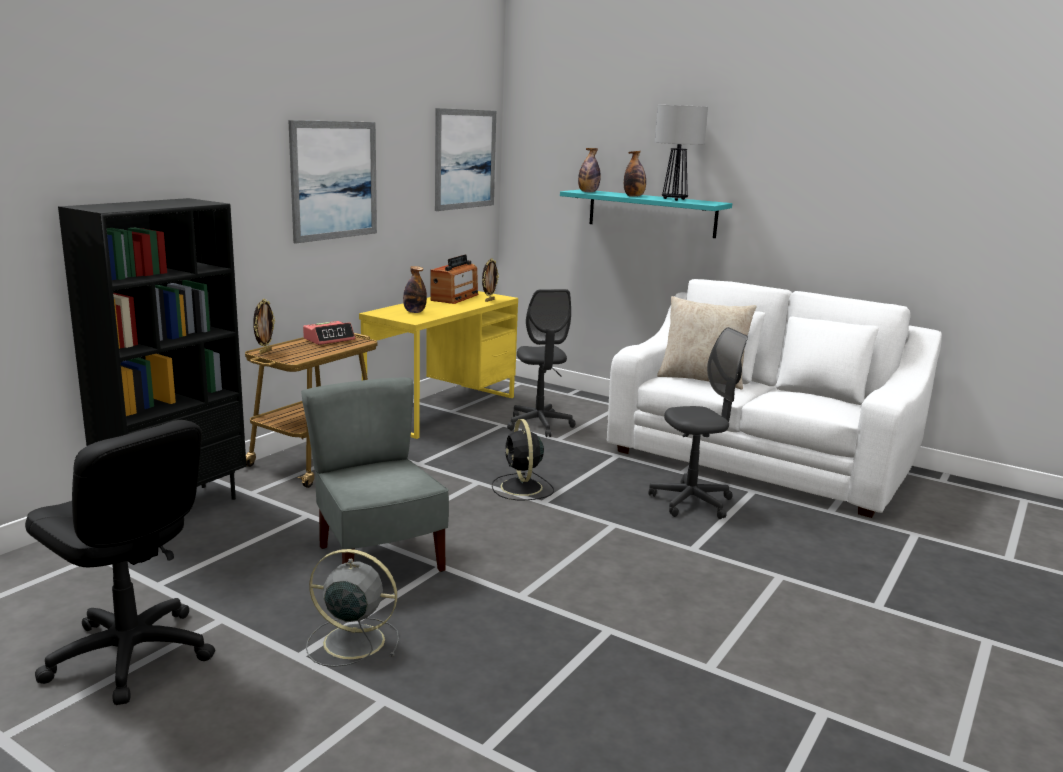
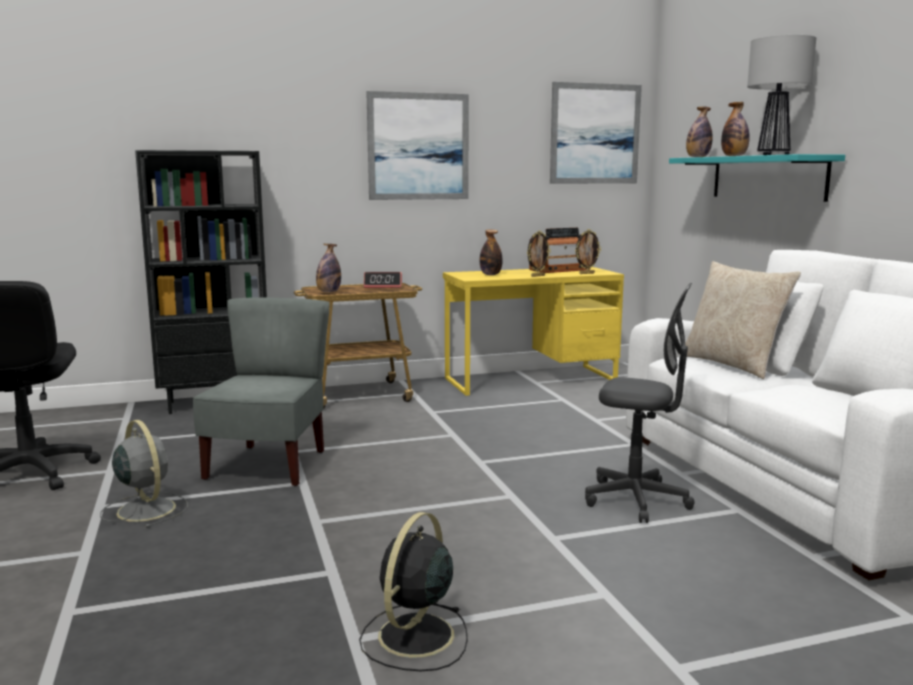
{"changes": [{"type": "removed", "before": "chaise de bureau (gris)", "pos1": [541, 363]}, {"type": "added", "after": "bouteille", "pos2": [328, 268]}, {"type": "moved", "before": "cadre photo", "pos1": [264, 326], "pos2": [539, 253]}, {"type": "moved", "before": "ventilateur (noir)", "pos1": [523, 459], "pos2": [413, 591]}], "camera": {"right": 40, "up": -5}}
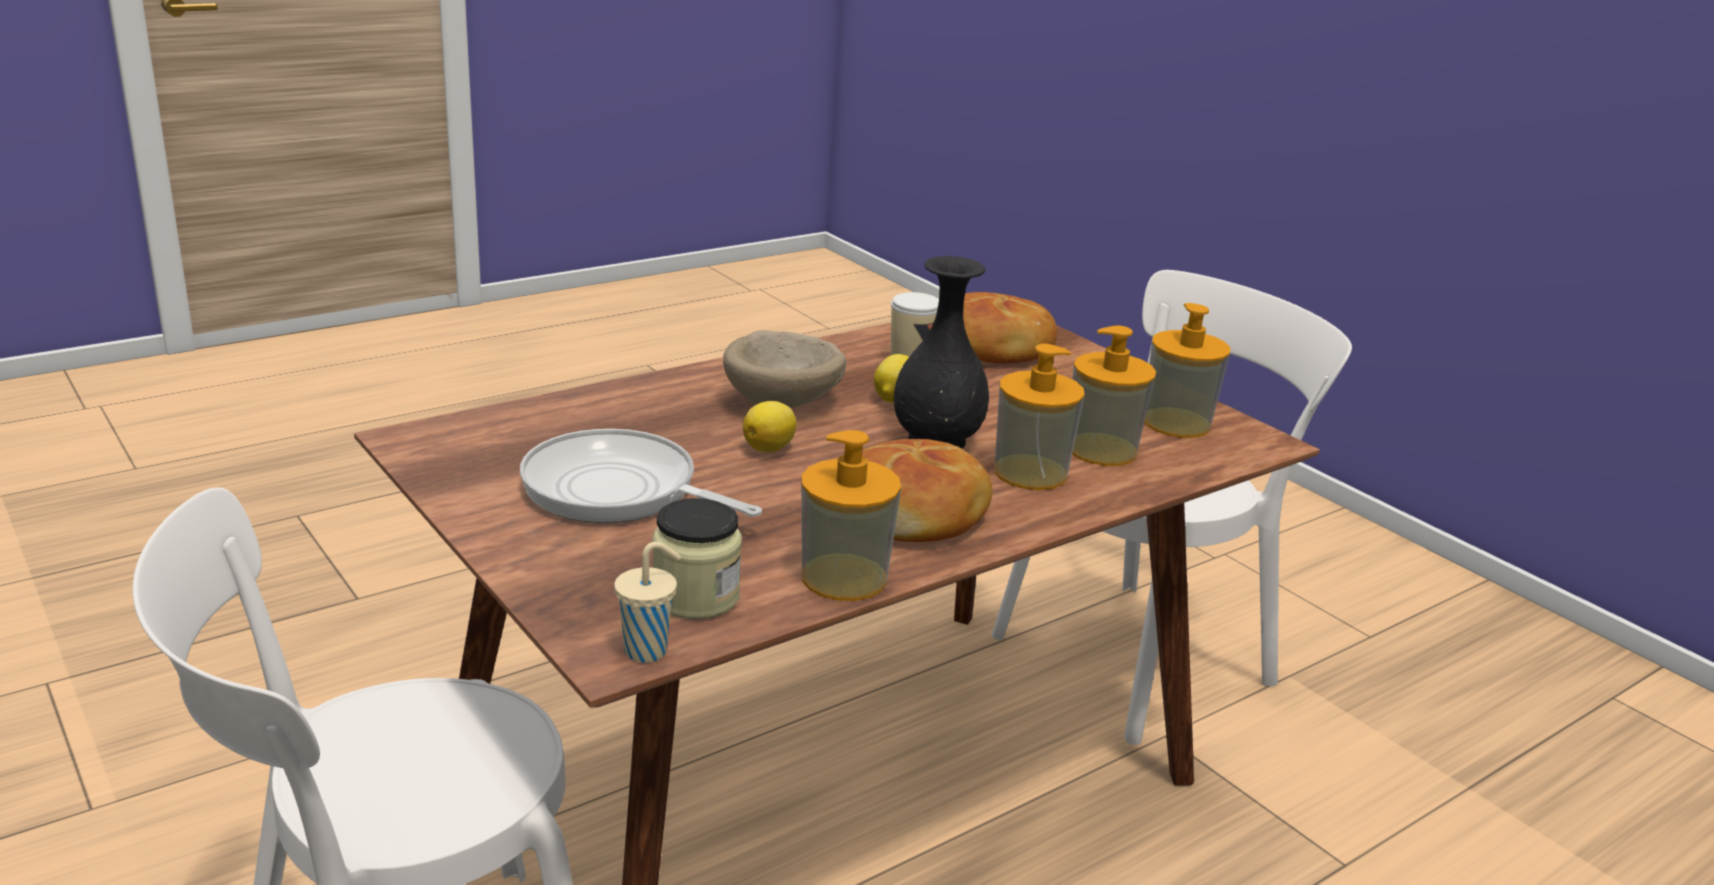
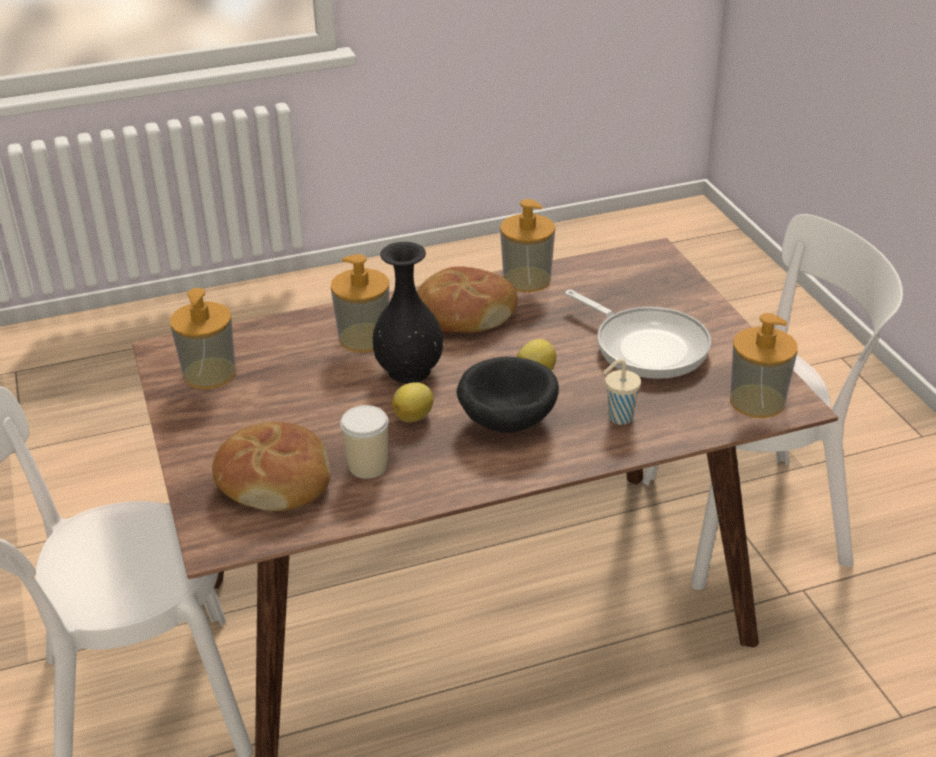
{"changes": [{"type": "removed", "before": "bocal", "pos1": [697, 558]}, {"type": "moved", "before": "tasse (beige)", "pos1": [647, 602], "pos2": [622, 392]}, {"type": "moved", "before": "distributeur de savon", "pos1": [1114, 396], "pos2": [764, 365]}, {"type": "recoloured", "before": "bol (beige)", "after": "bol (noir)", "pos1": [785, 369], "pos2": [507, 395]}], "camera": {"right": -160, "up": 10}}
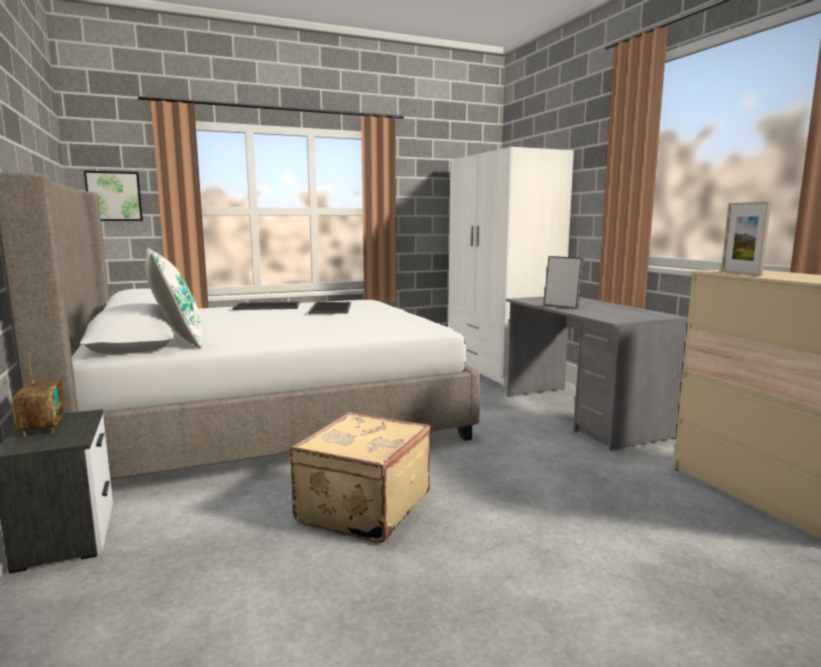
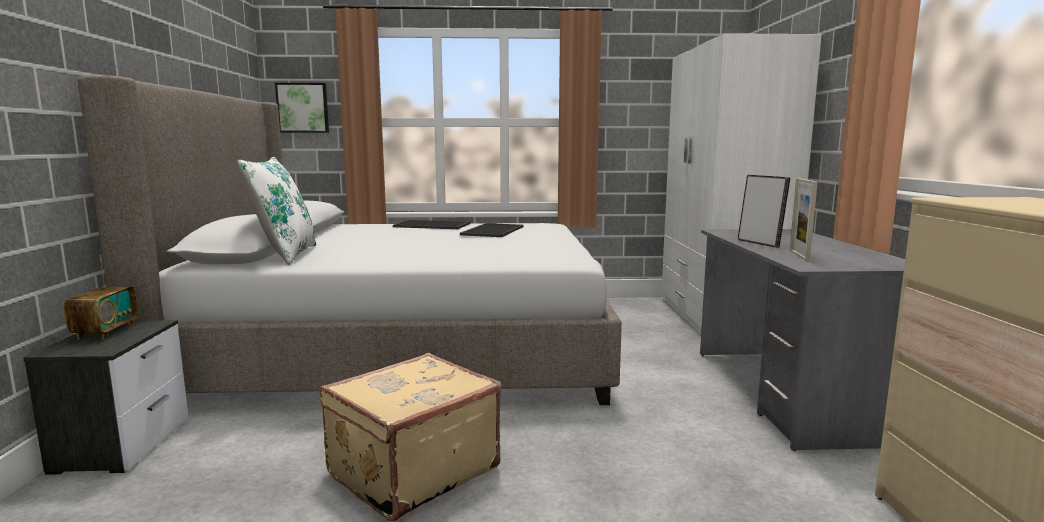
{"changes": [{"type": "moved", "before": "cadre photo", "pos1": [746, 239], "pos2": [804, 219]}], "camera": {"right": 20, "up": 0}}
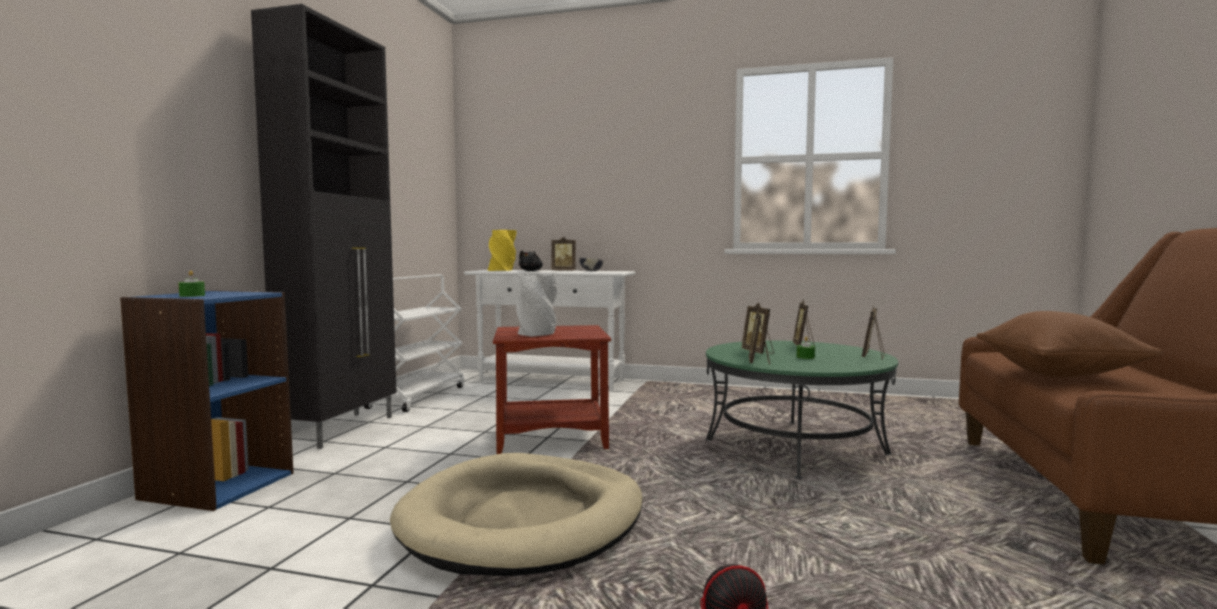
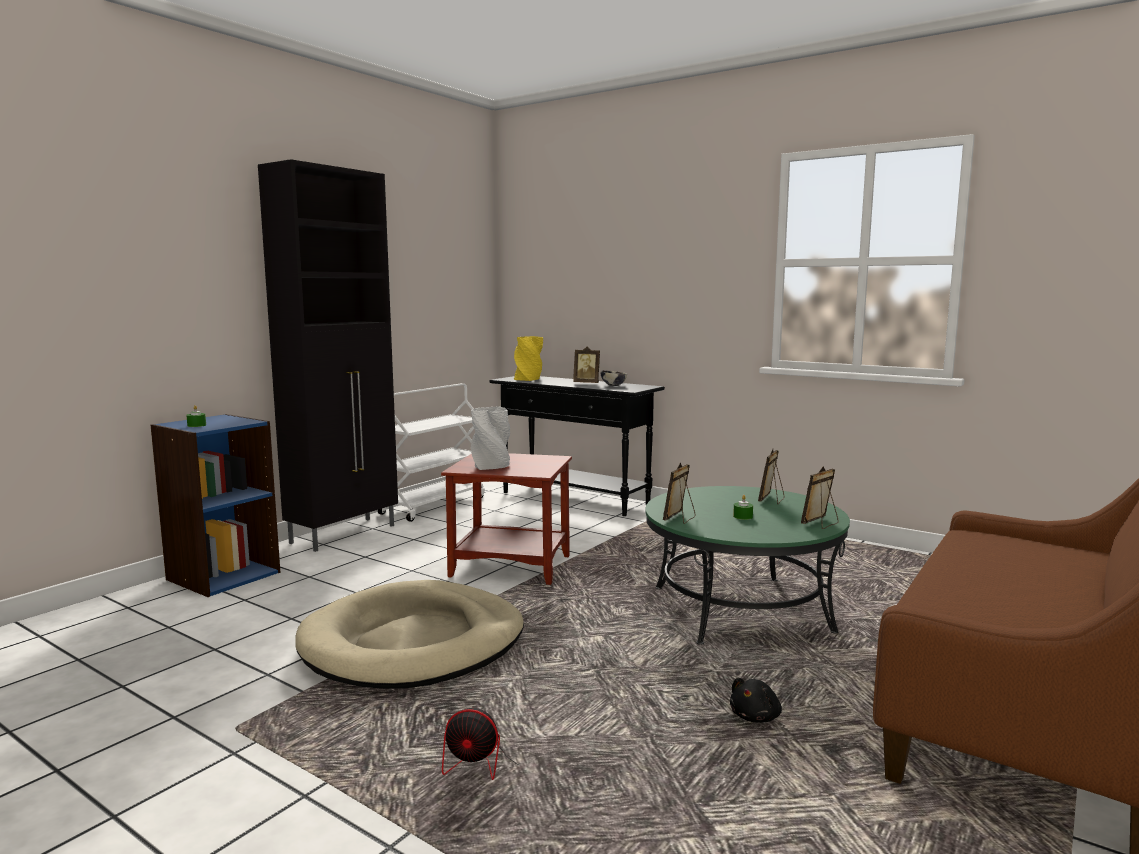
{"changes": [{"type": "removed", "before": "cadre photo", "pos1": [757, 328]}, {"type": "removed", "before": "coussin (marron)", "pos1": [1069, 344]}, {"type": "moved", "before": "peluche (noir)", "pos1": [531, 261], "pos2": [756, 700]}, {"type": "recoloured", "before": "table console (blanc)", "after": "table console (noir)", "pos1": [549, 330], "pos2": [577, 446]}], "camera": {"right": 20, "up": 5}}
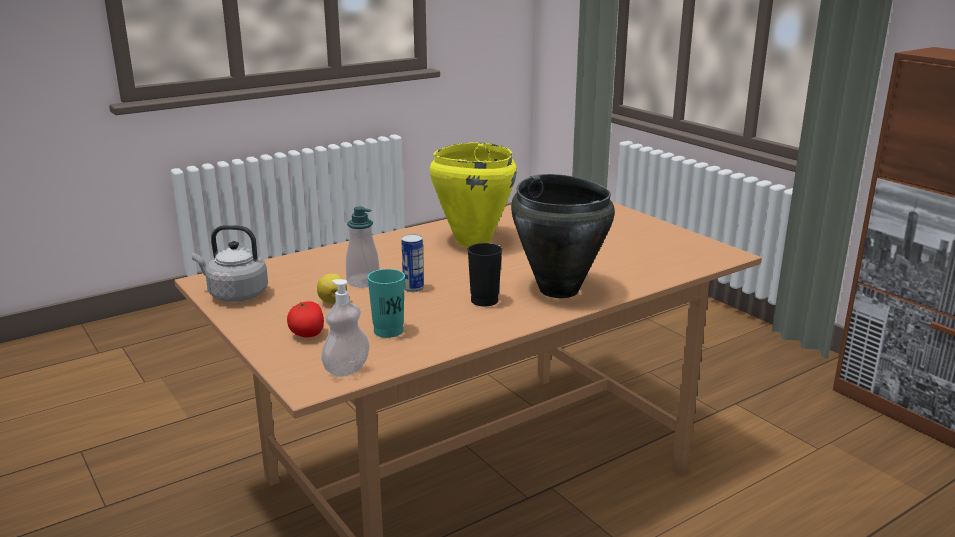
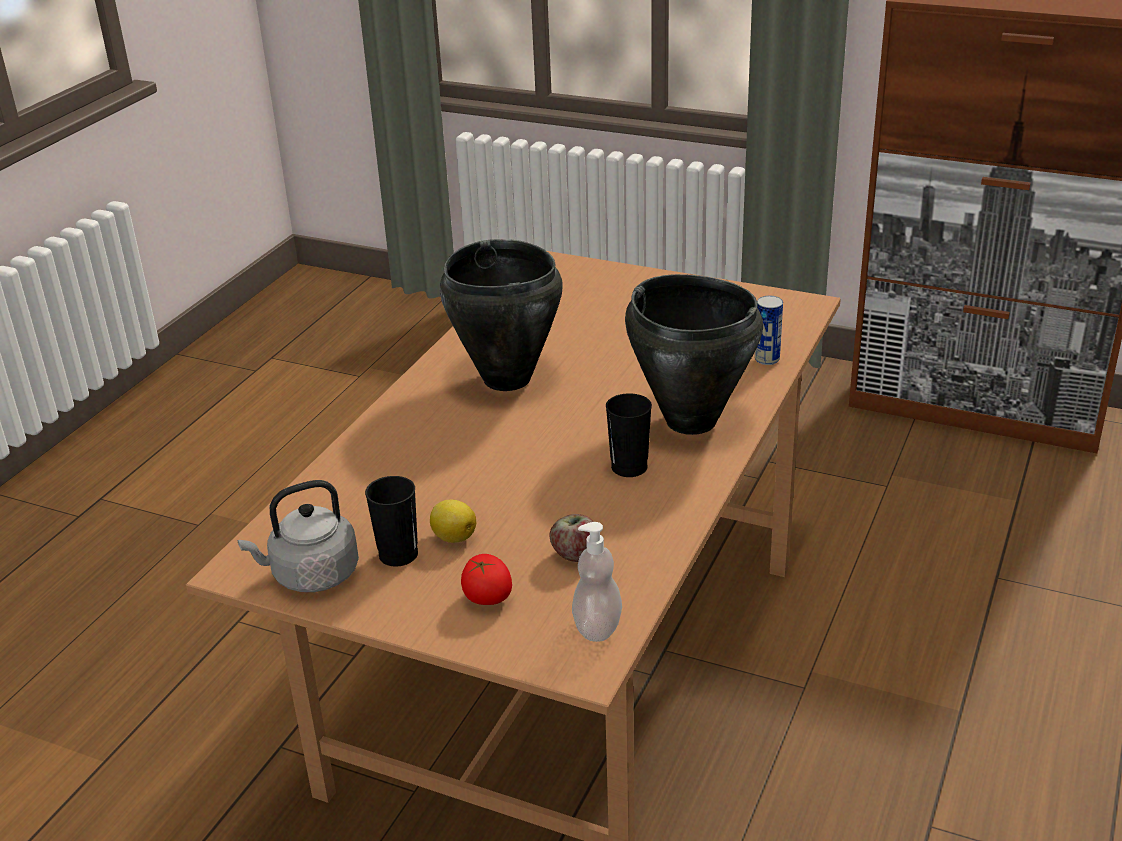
{"changes": [{"type": "removed", "before": "distributeur de savon", "pos1": [363, 247]}, {"type": "added", "after": "tasse (noir)", "pos2": [391, 521]}, {"type": "moved", "before": "boîte métallique", "pos1": [412, 263], "pos2": [769, 330]}, {"type": "replaced", "before": "tasse (turquoise)", "after": "pomme", "pos1": [386, 303], "pos2": [571, 538]}, {"type": "recoloured", "before": "marmite (jaune)", "after": "marmite (noir)", "pos1": [473, 194], "pos2": [501, 315]}], "camera": {"right": -30, "up": 10}}
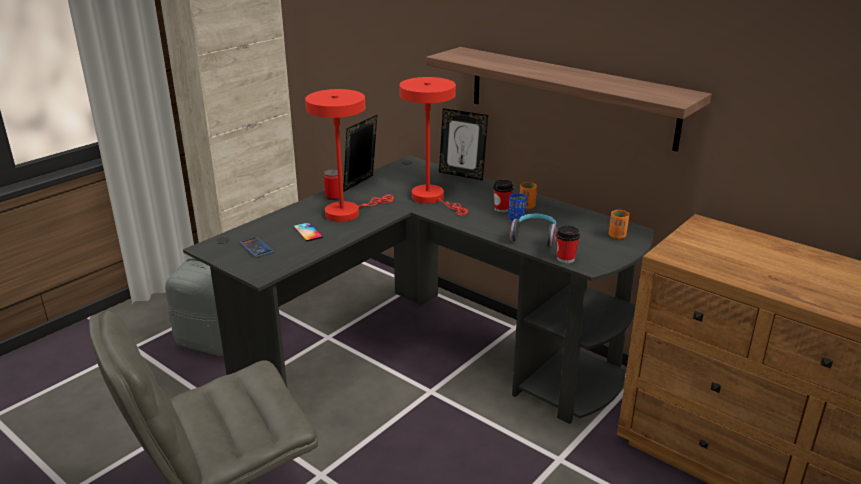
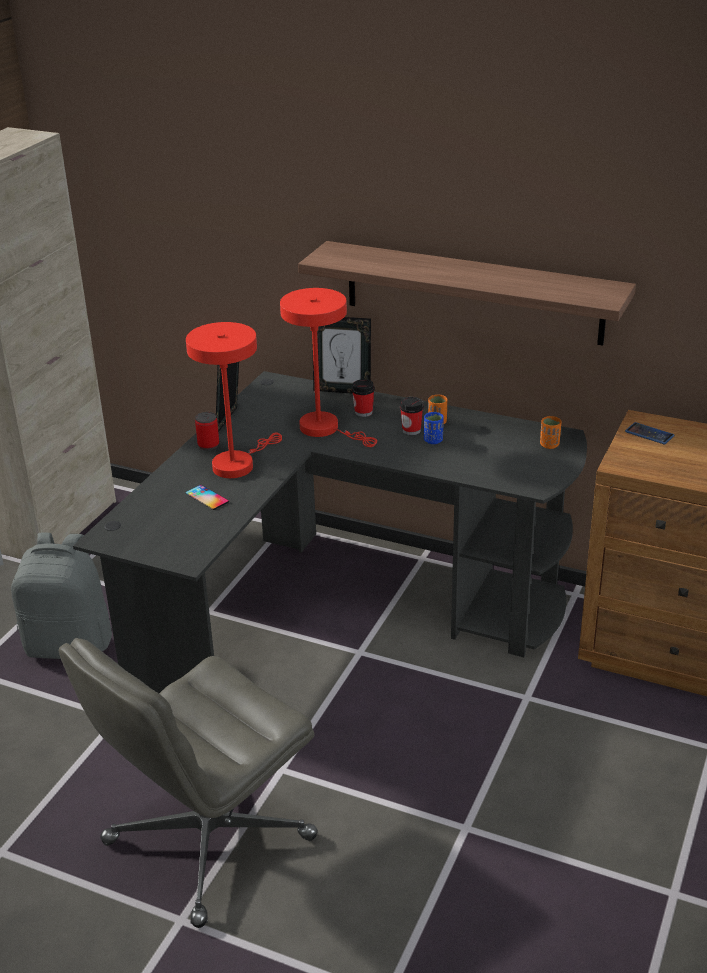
{"changes": [{"type": "removed", "before": "casque audio", "pos1": [533, 230]}, {"type": "moved", "before": "téléphone", "pos1": [257, 247], "pos2": [650, 433]}, {"type": "moved", "before": "tasse", "pos1": [568, 244], "pos2": [363, 398]}], "camera": {"right": -15, "up": 5}}
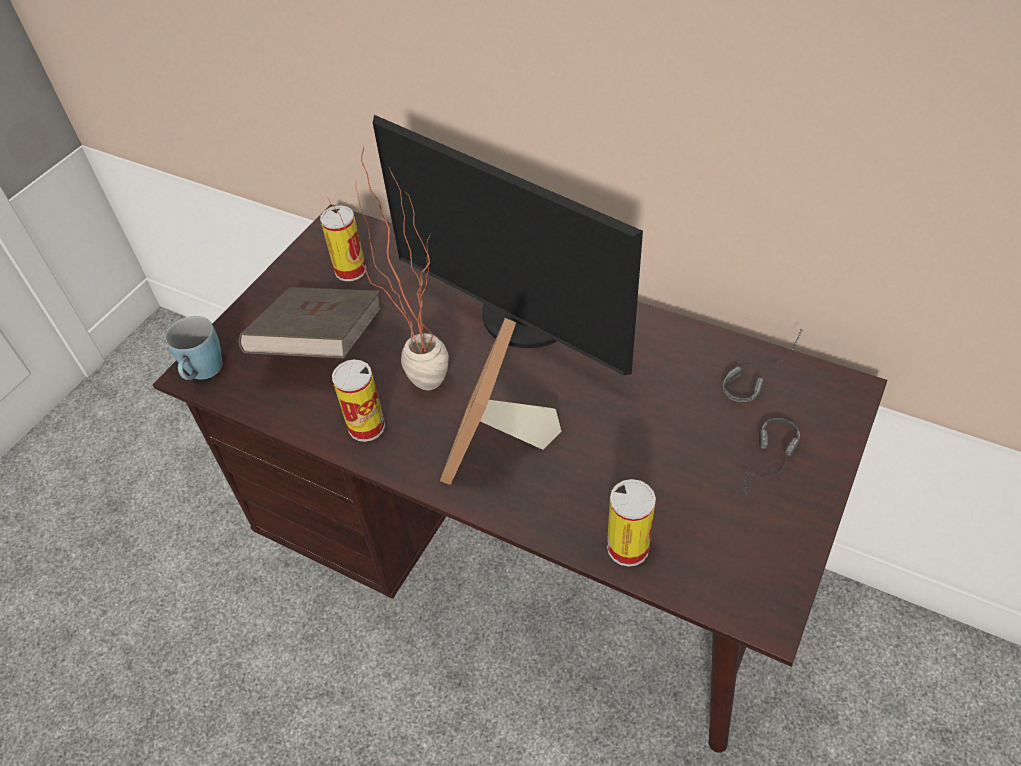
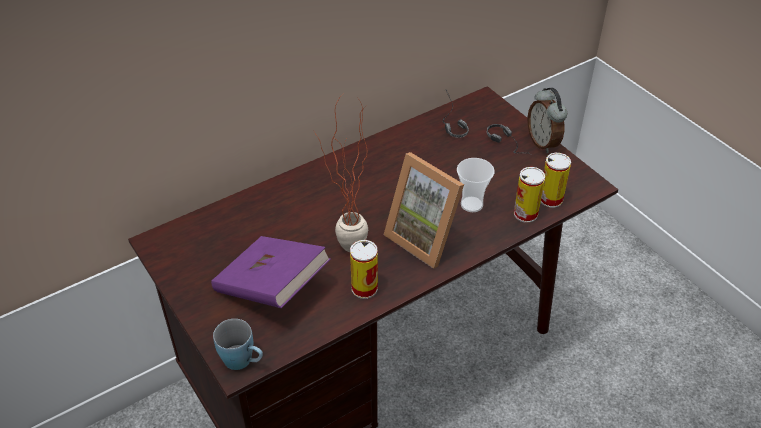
{"changes": [{"type": "removed", "before": "écran d'ordinateur", "pos1": [508, 245]}, {"type": "added", "after": "tasse", "pos2": [475, 185]}, {"type": "added", "after": "réveil", "pos2": [547, 120]}, {"type": "moved", "before": "boîte métallique", "pos1": [343, 243], "pos2": [556, 180]}, {"type": "recoloured", "before": "livre (marron)", "after": "livre (violet)", "pos1": [309, 323], "pos2": [271, 272]}], "camera": {"right": -65, "up": -5}}
